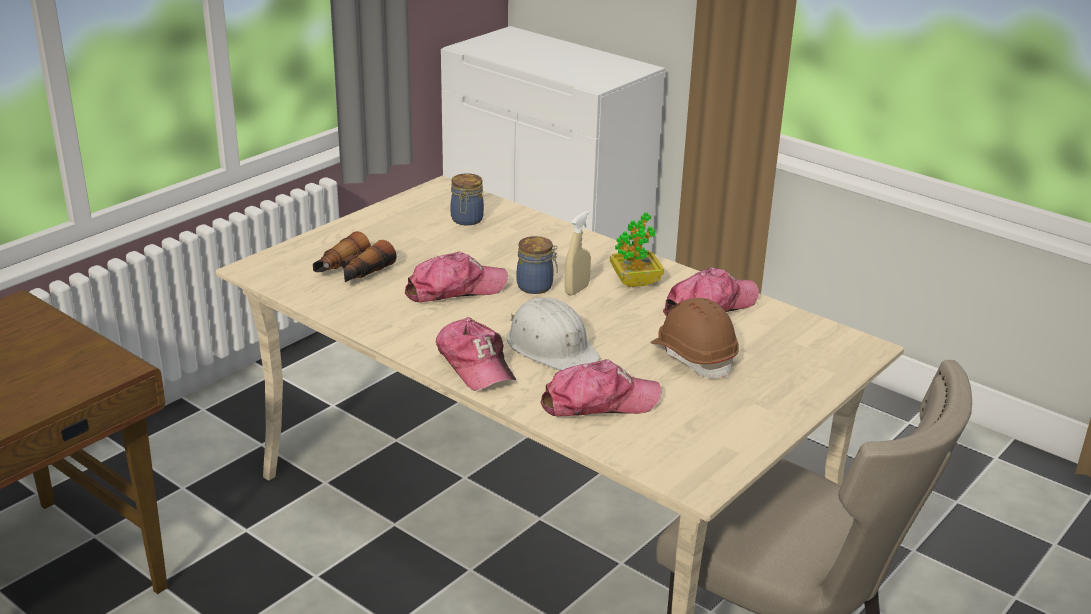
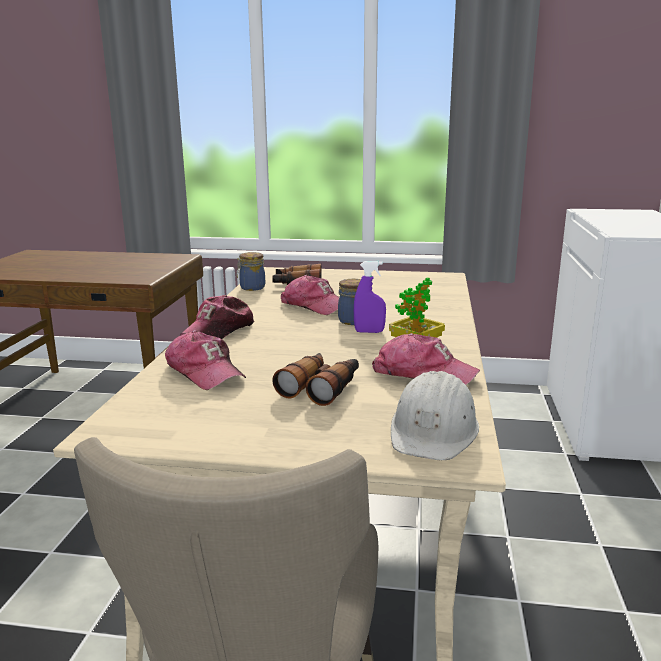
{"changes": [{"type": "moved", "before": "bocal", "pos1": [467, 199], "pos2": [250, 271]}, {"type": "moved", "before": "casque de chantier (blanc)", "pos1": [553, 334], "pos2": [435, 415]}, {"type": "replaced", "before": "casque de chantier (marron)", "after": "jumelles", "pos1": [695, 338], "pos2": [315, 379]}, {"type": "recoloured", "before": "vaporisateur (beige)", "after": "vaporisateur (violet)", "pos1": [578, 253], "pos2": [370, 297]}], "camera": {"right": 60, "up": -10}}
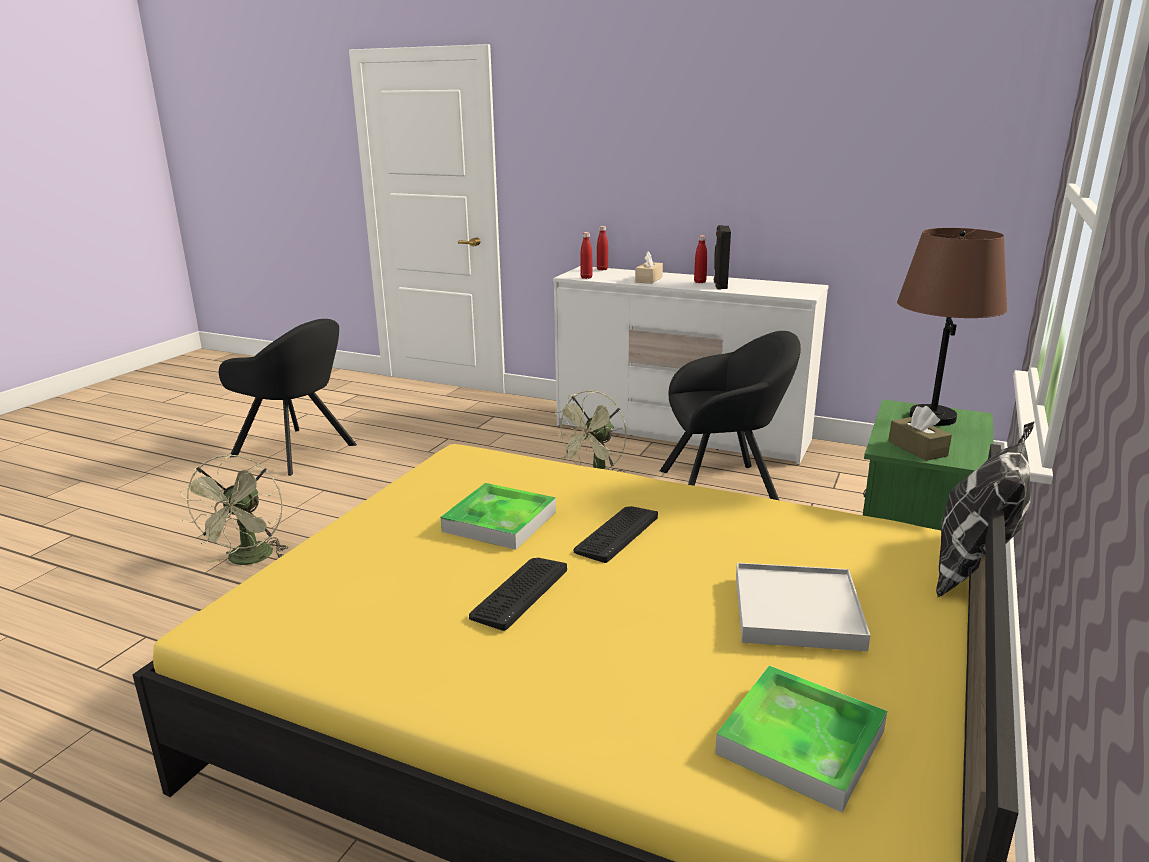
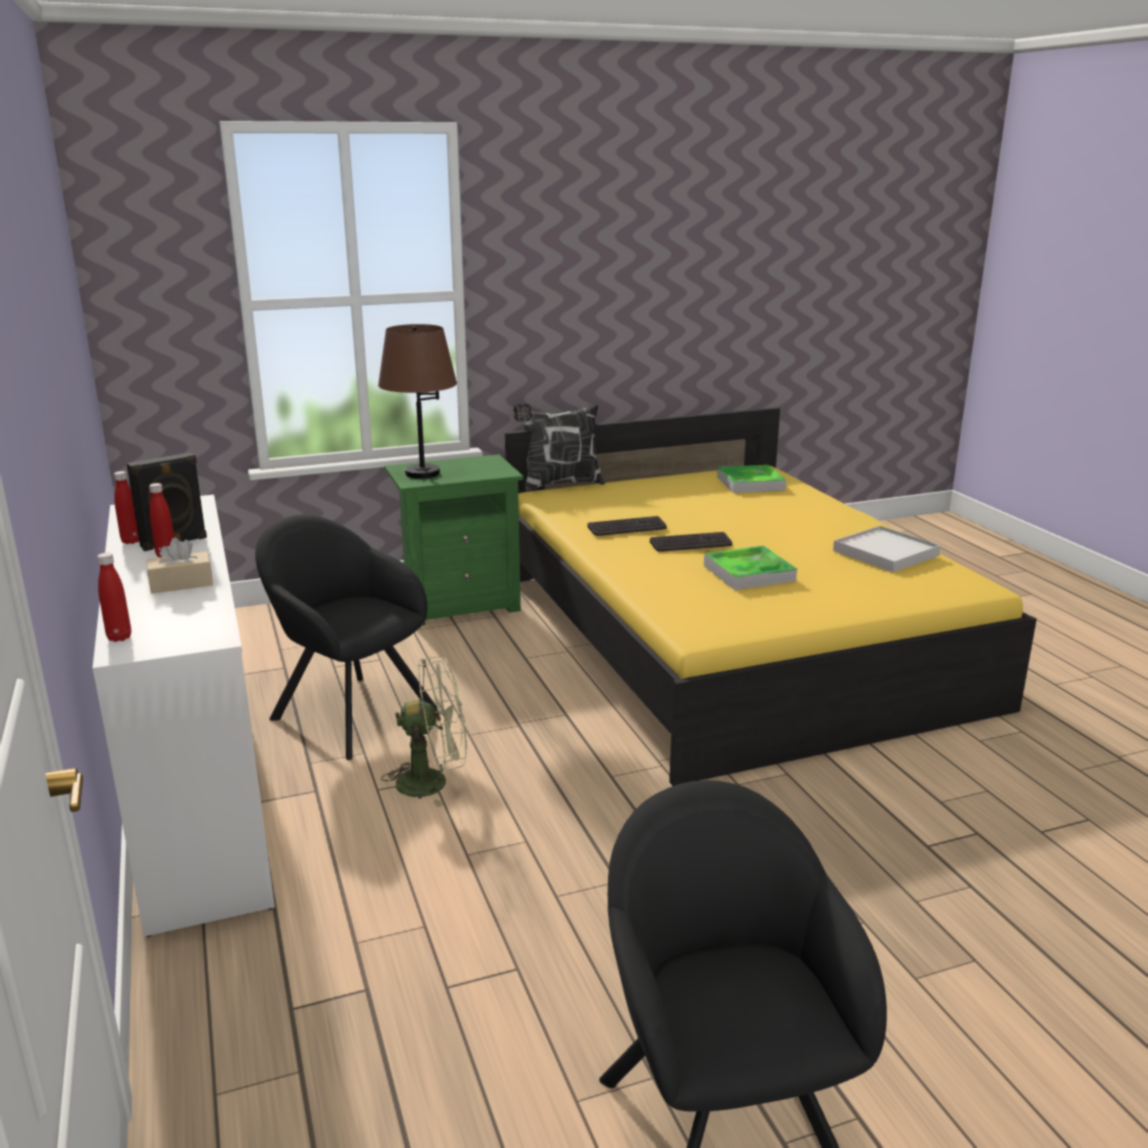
{"changes": [{"type": "removed", "before": "ventilateur (vert)", "pos1": [234, 509]}, {"type": "removed", "before": "boîte à mouchoirs (marron)", "pos1": [920, 433]}, {"type": "moved", "before": "clavier", "pos1": [518, 594], "pos2": [627, 526]}, {"type": "moved", "before": "bouteille (rouge)", "pos1": [586, 255], "pos2": [126, 507]}, {"type": "moved", "before": "plateau (blanc)", "pos1": [803, 607], "pos2": [887, 549]}], "camera": {"right": -135, "up": 0}}
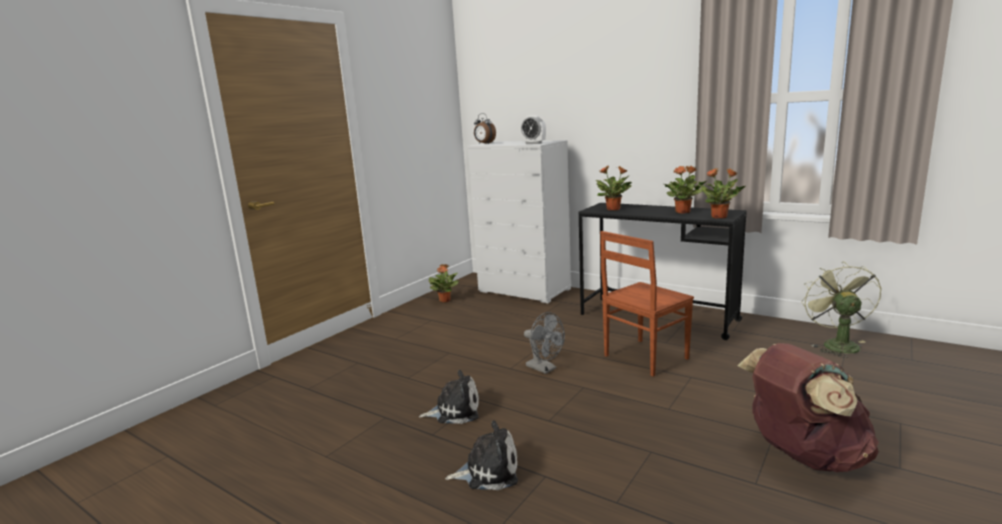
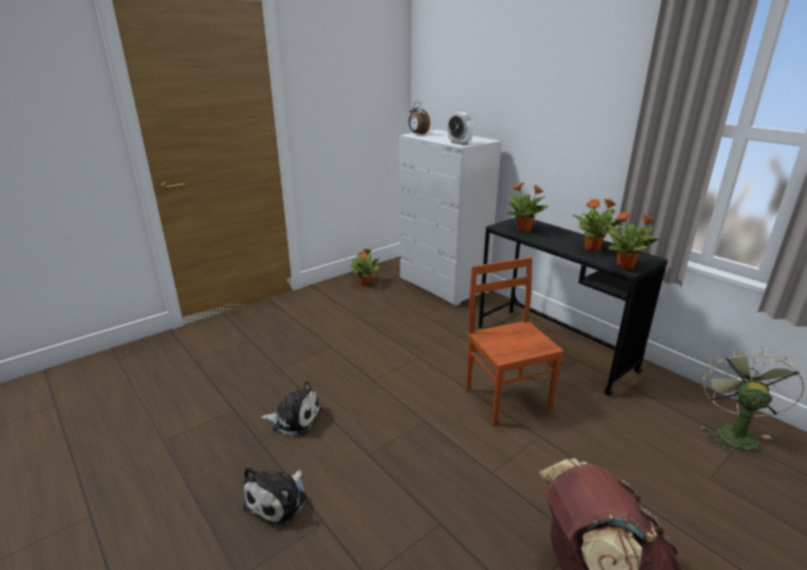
{"changes": [{"type": "removed", "before": "ventilateur (gris)", "pos1": [544, 343]}, {"type": "turned", "before": "peluche", "pos1": [481, 455], "pos2": [275, 496], "turn": 105}, {"type": "turned", "before": "chaise (marron)", "pos1": [647, 303], "pos2": [515, 341], "turn": 90}], "camera": {"right": 15, "up": 10}}
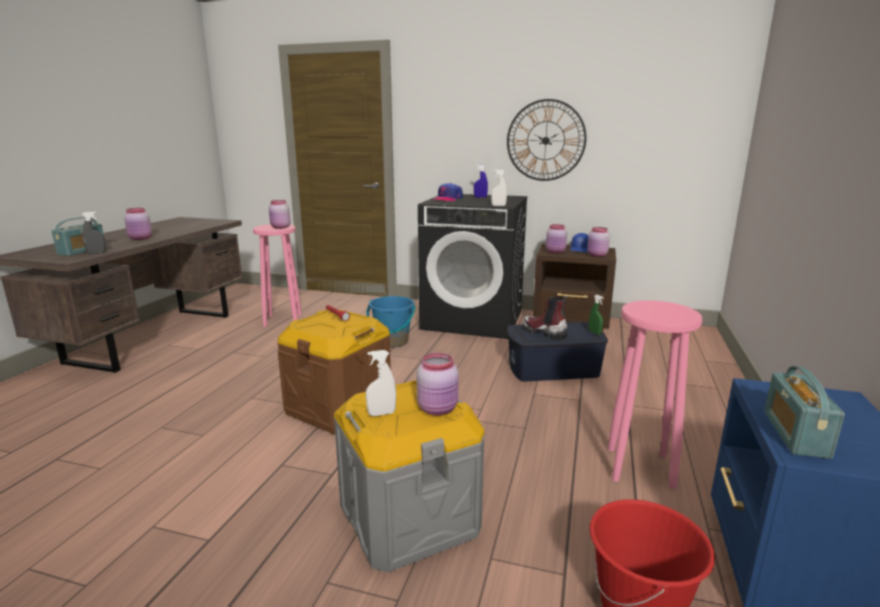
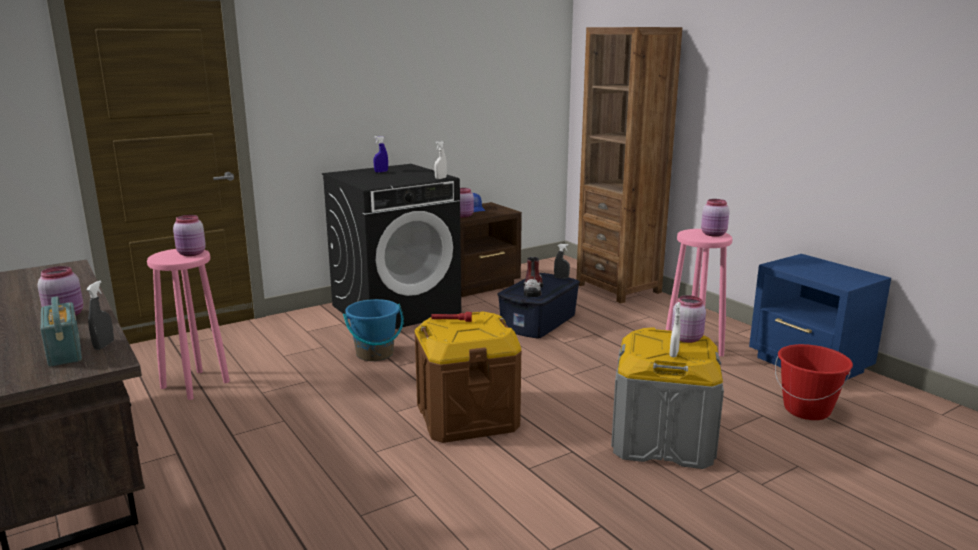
{"changes": [{"type": "removed", "before": "casquette", "pos1": [448, 192]}, {"type": "removed", "before": "horloge murale", "pos1": [547, 140]}, {"type": "removed", "before": "radio", "pos1": [804, 412]}, {"type": "added", "after": "bibliothèque (marron)", "pos2": [629, 165]}, {"type": "moved", "before": "bocal (rose)", "pos1": [598, 242], "pos2": [715, 218]}, {"type": "recoloured", "before": "vaporisateur (vert)", "after": "vaporisateur (gris)", "pos1": [596, 315], "pos2": [562, 261]}, {"type": "turned", "before": "botte", "pos1": [545, 318], "pos2": [533, 277], "turn": 105}], "camera": {"right": -50, "up": 0}}
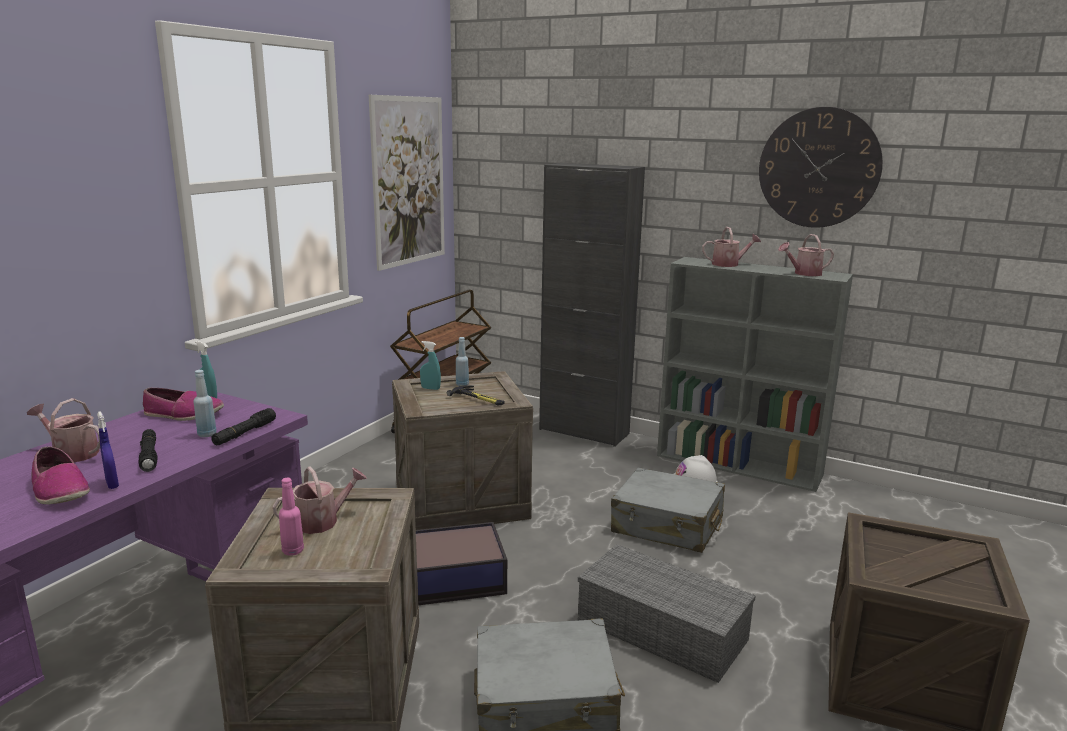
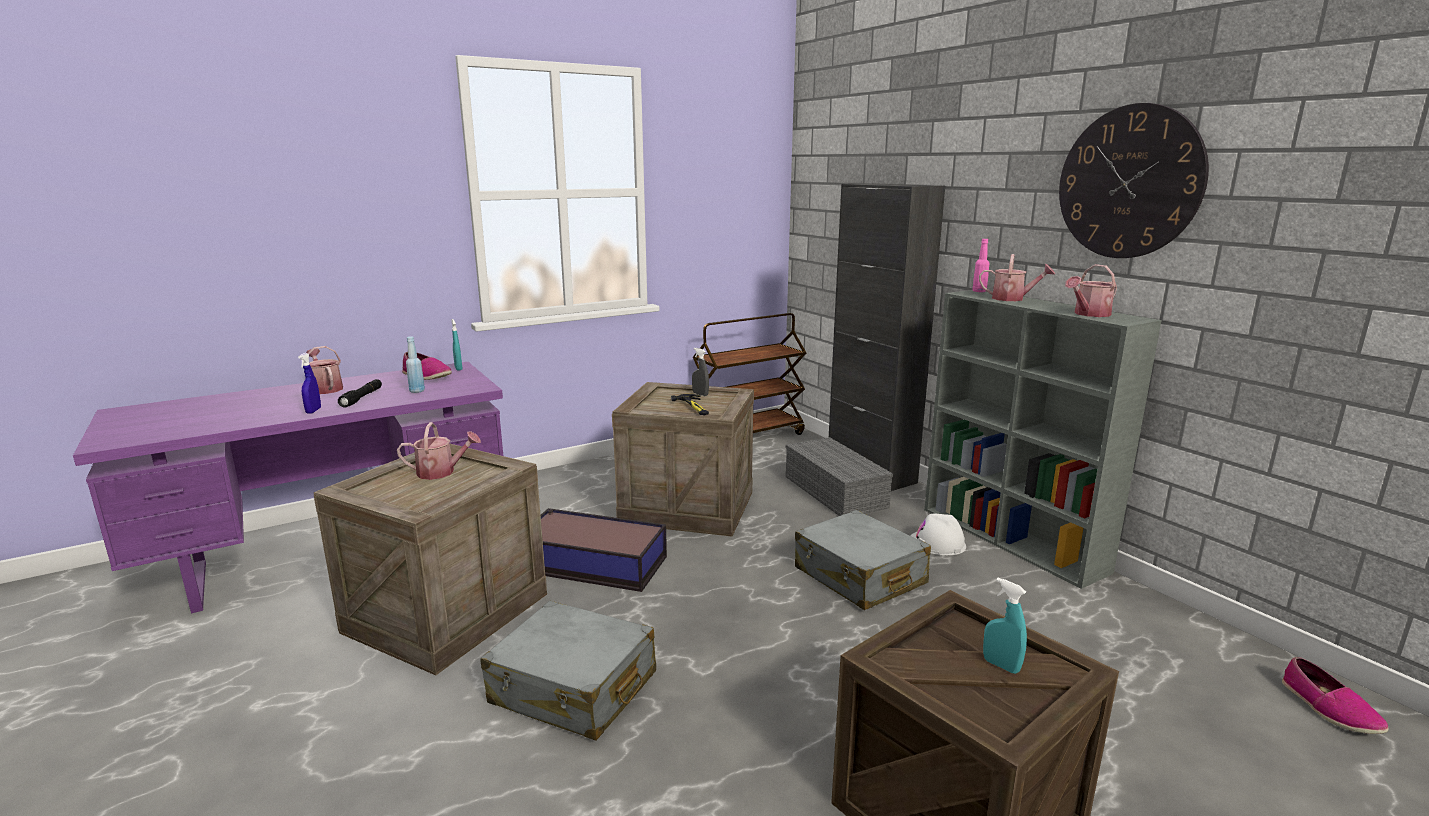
{"changes": [{"type": "removed", "before": "lampe de poche (noir)", "pos1": [243, 426]}, {"type": "removed", "before": "tableau", "pos1": [407, 183]}, {"type": "moved", "before": "chaussure", "pos1": [60, 475], "pos2": [1335, 695]}, {"type": "moved", "before": "bouteille (rose)", "pos1": [291, 517], "pos2": [980, 265]}, {"type": "moved", "before": "vaporisateur (turquoise)", "pos1": [430, 365], "pos2": [1005, 626]}, {"type": "moved", "before": "boîte de rangement (gris)", "pos1": [667, 613], "pos2": [839, 476]}, {"type": "replaced", "before": "bouteille (bleu)", "after": "vaporisateur (gris)", "pos1": [462, 361], "pos2": [700, 372]}, {"type": "turned", "before": "arrosoir", "pos1": [806, 255], "pos2": [1091, 290], "turn": -45}], "camera": {"right": 30, "up": 0}}
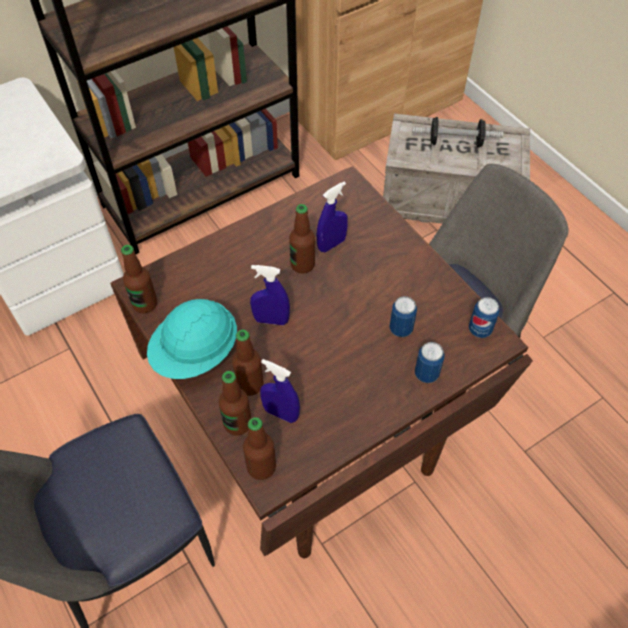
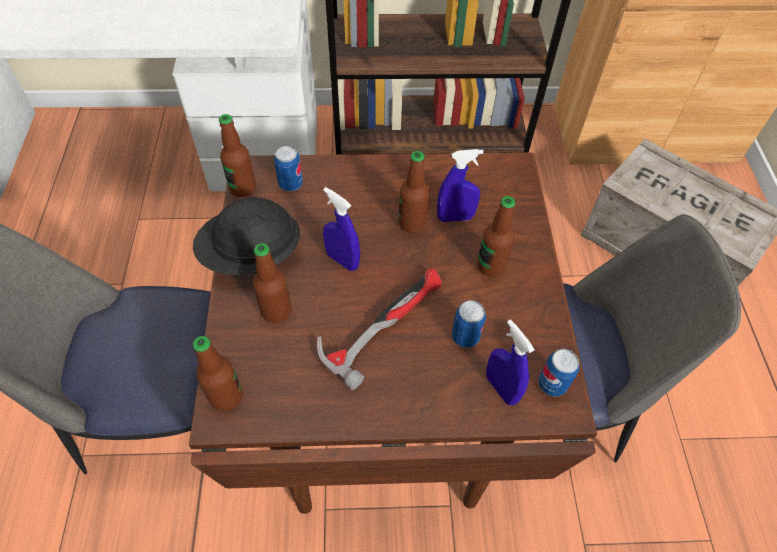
{"changes": [{"type": "removed", "before": "haltère", "pos1": [458, 132]}, {"type": "added", "after": "marteau", "pos2": [379, 329]}, {"type": "moved", "before": "bouteille", "pos1": [234, 403], "pos2": [496, 236]}, {"type": "moved", "before": "vaporisateur (bleu)", "pos1": [280, 391], "pos2": [510, 362]}, {"type": "moved", "before": "boîte métallique", "pos1": [430, 362], "pos2": [288, 168]}, {"type": "recoloured", "before": "casque de chantier (turquoise)", "after": "casque de chantier (noir)", "pos1": [192, 339], "pos2": [246, 236]}], "camera": {"right": 30, "up": 0}}
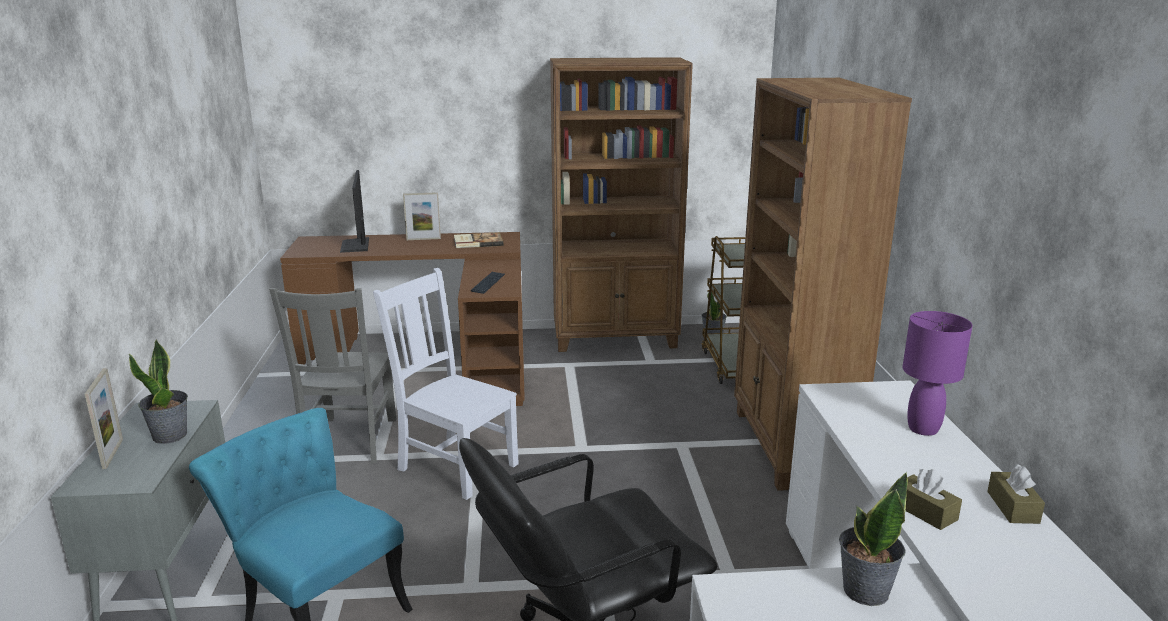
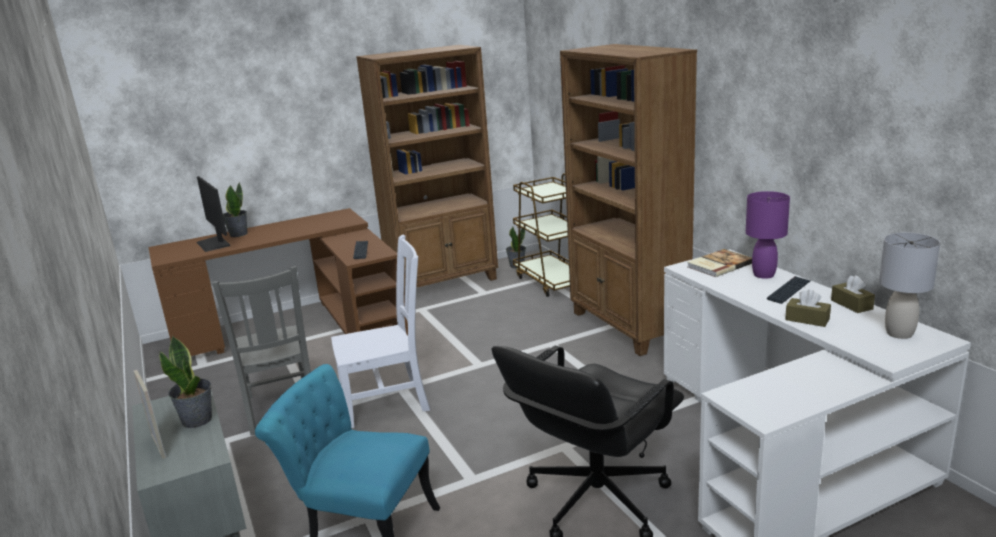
{"changes": [{"type": "removed", "before": "cadre photo", "pos1": [422, 216]}, {"type": "added", "after": "clavier", "pos2": [788, 290]}, {"type": "added", "after": "lampe de table (gris)", "pos2": [909, 286]}, {"type": "moved", "before": "livre", "pos1": [478, 240], "pos2": [719, 263]}, {"type": "moved", "before": "plante en pot", "pos1": [873, 539], "pos2": [235, 209]}, {"type": "turned", "before": "chaise (blanc)", "pos1": [446, 384], "pos2": [380, 331], "turn": 150}], "camera": {"right": -20, "up": 0}}
